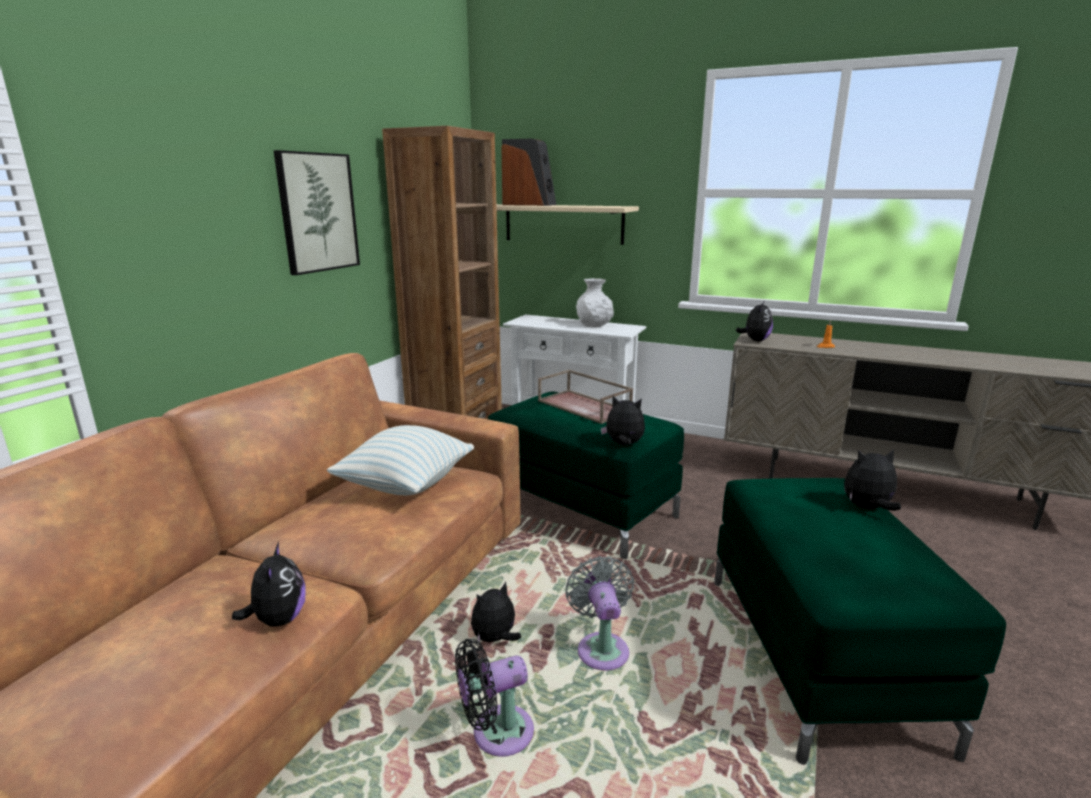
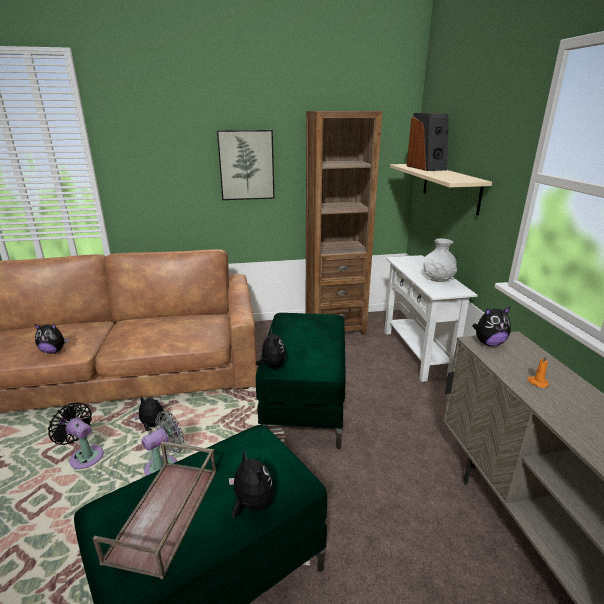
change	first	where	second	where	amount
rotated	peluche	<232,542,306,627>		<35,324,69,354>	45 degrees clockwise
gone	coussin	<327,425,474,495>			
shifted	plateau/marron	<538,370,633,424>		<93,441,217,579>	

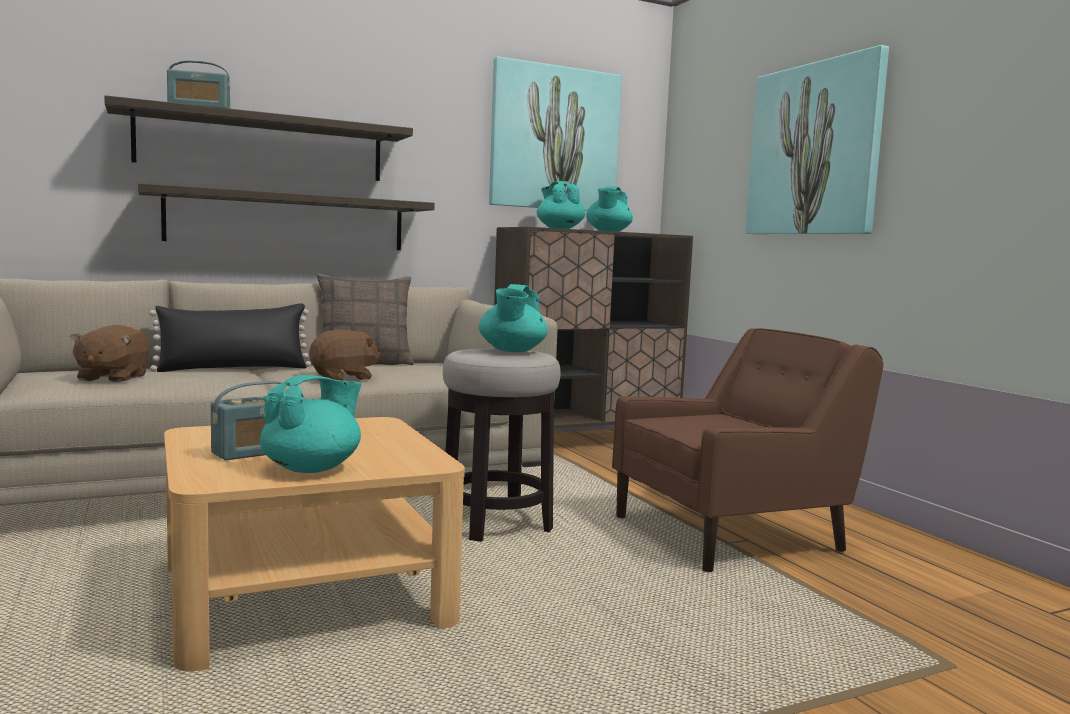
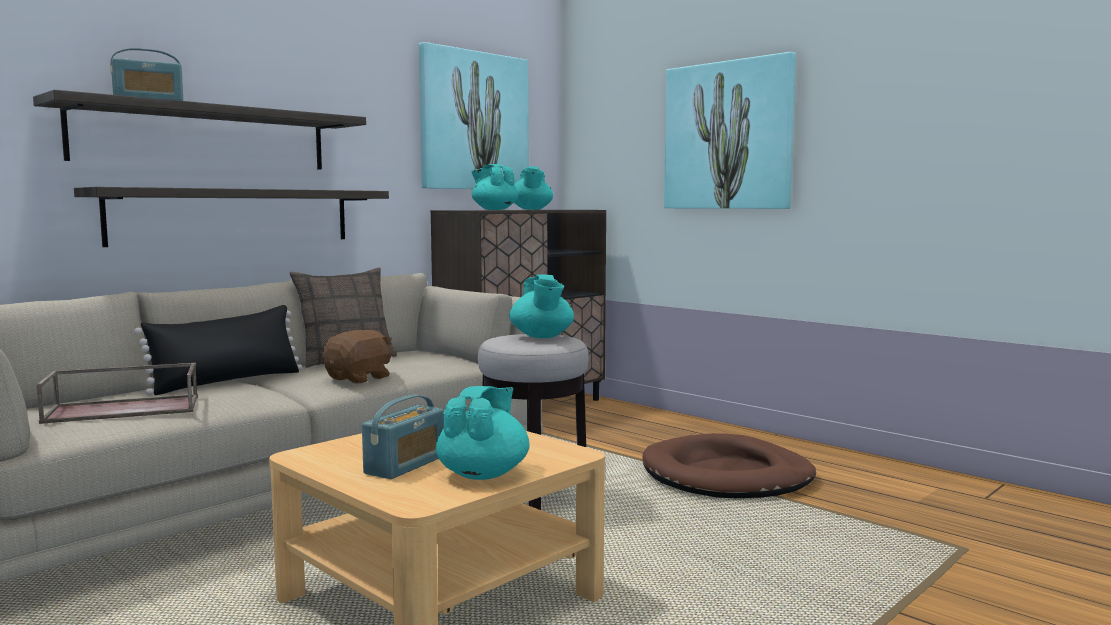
change	first	where	second	where	amount
swapped	peluche/marron	<70,325,149,383>	plateau/marron	<37,363,198,424>	
swapped	fauteuil/marron	<612,328,883,572>	panier pour chien/marron	<642,433,816,498>	

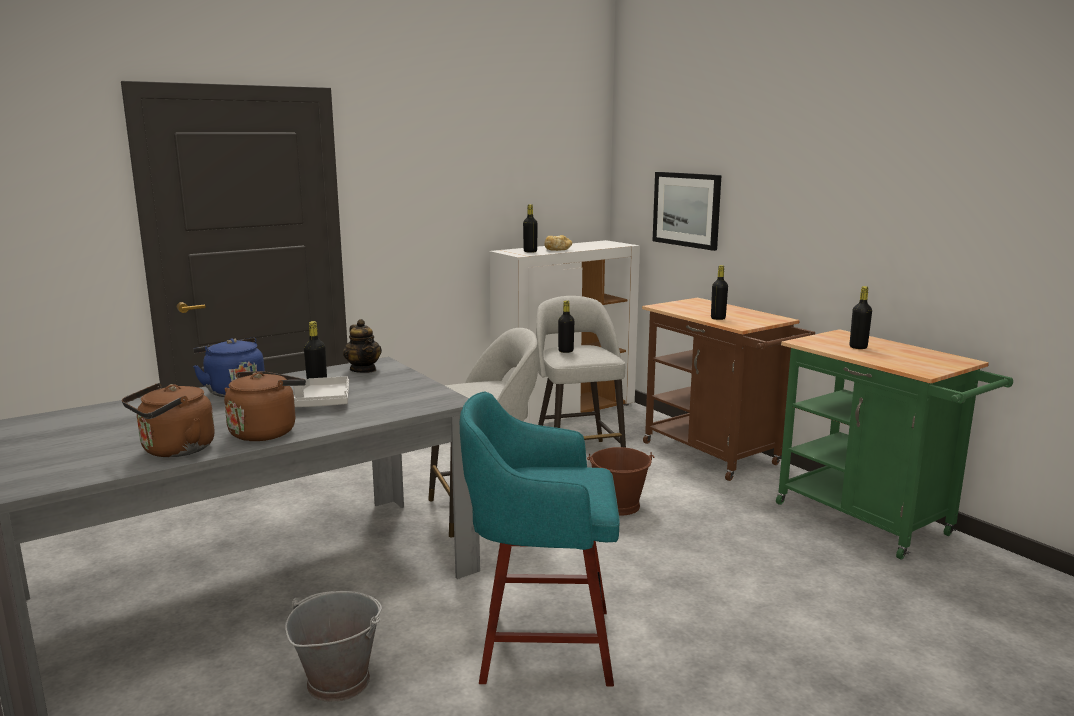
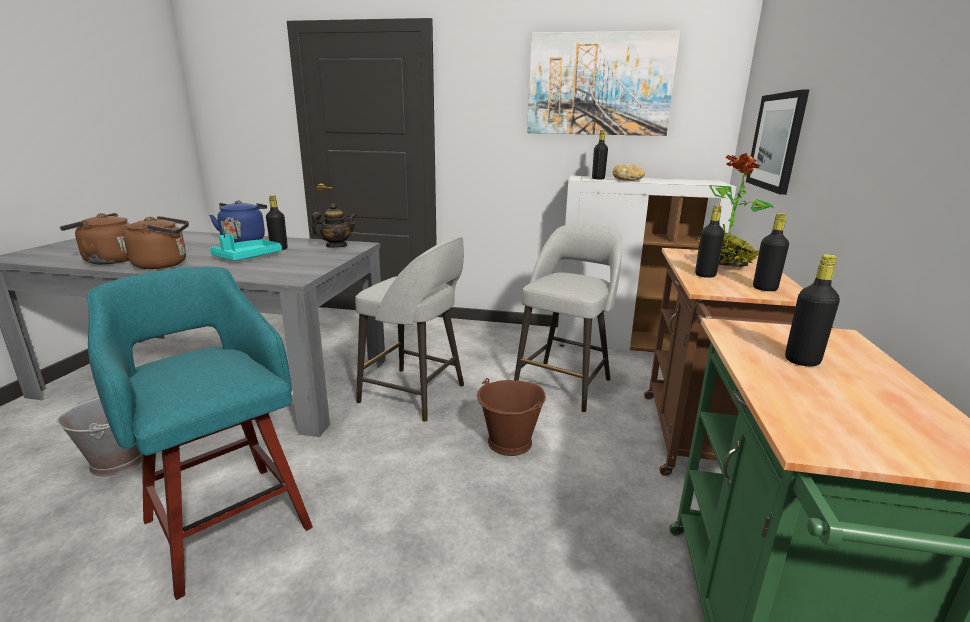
change	first	where	second	where	amount
repainted	plateau/gris	<293,376,349,407>	plateau/turquoise	<210,234,282,261>	
rotated	théière	<343,319,382,373>		<310,203,357,248>	135 degrees counterclockwise
shifted	bouteille/noir	<558,300,574,353>		<753,213,789,291>	
new			tableau	<527,30,680,136>	
new			plante en pot	<697,153,774,267>	

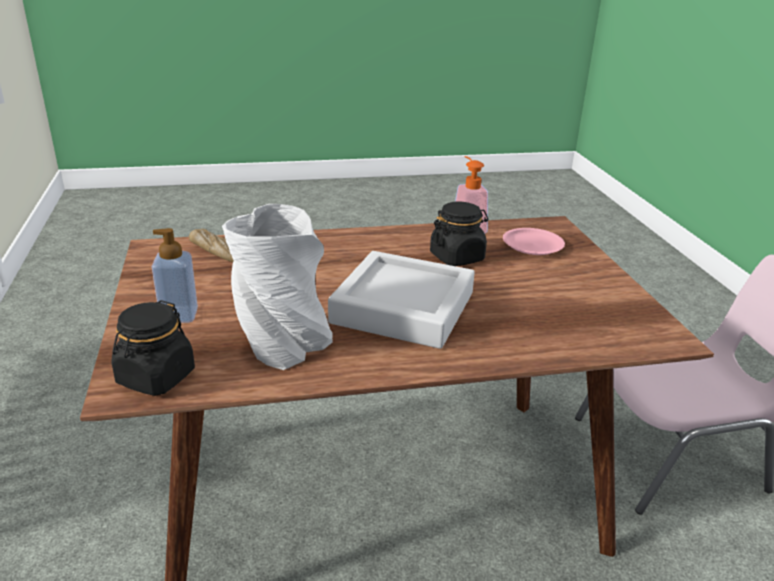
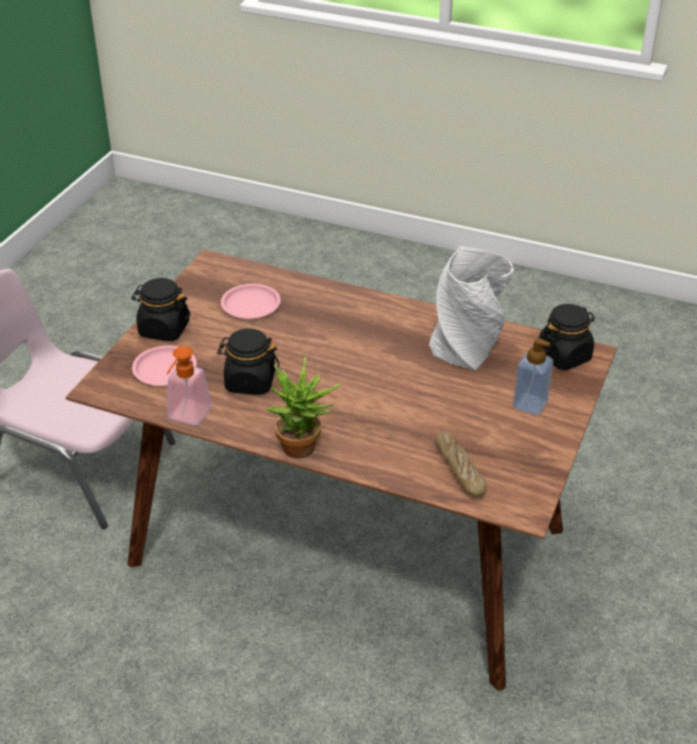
change	first	where	second	where	amount
gone	plateau/gris	<328,251,475,349>			
new			bocal/noir	<131,278,190,341>	
new			assiette/rose	<221,284,281,318>	
new			plante en pot	<267,357,342,458>	

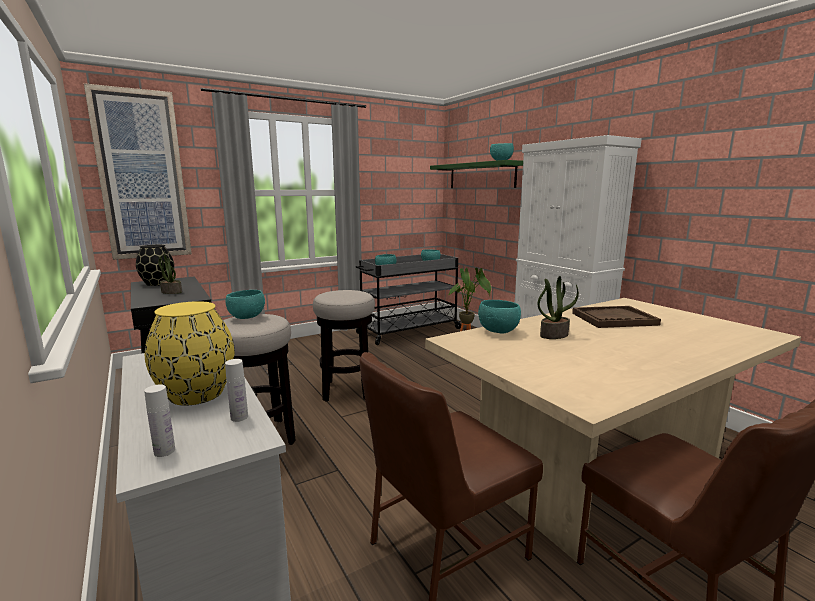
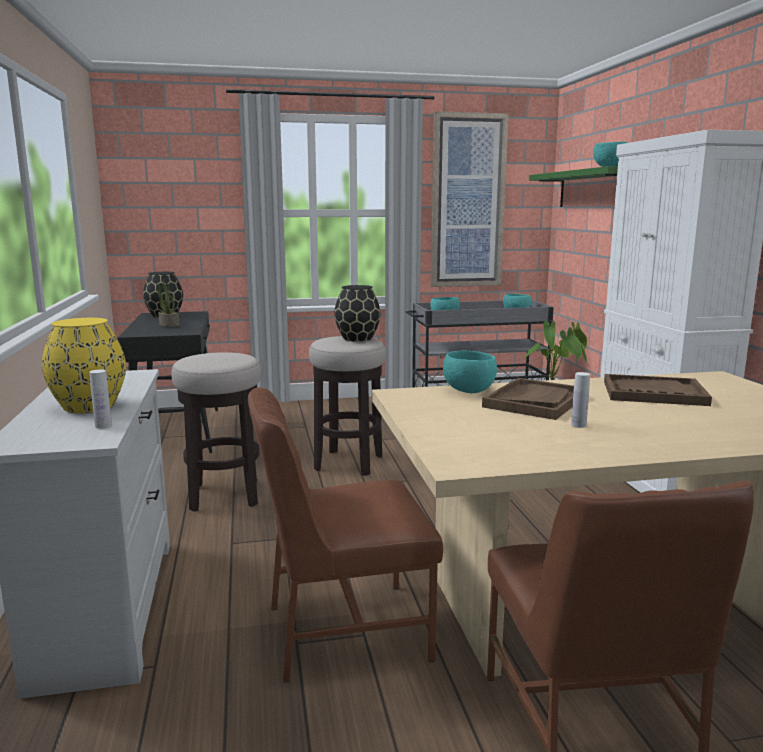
change	first	where	second	where	amount
shifted	tableau	<84,83,192,260>		<431,111,509,287>	
shifted	bouteille/blanc	<144,385,175,457>		<571,372,590,428>	
gone	bol/turquoise	<226,290,265,319>			
swapped	plante en pot	<537,276,579,339>	plateau/marron	<482,378,574,420>	
new			vase/noir	<334,285,381,342>	

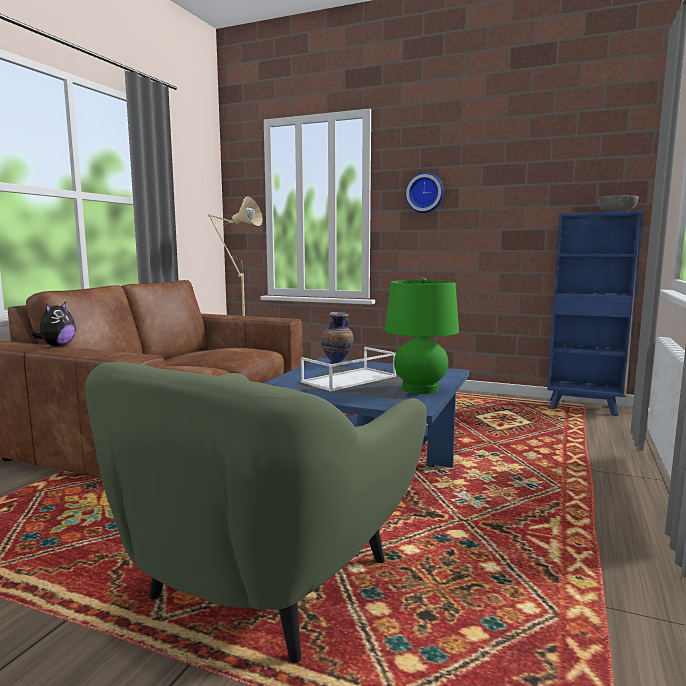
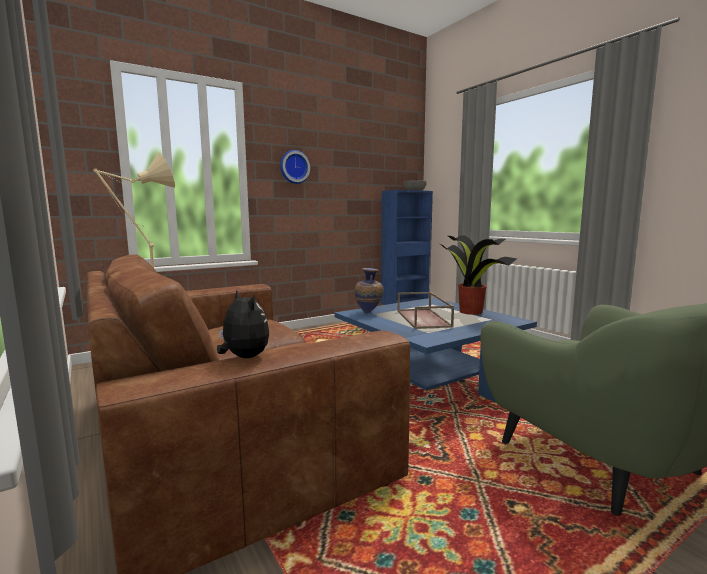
change	first	where	second	where	amount
repainted	plateau/blanc	<301,347,396,391>	plateau/marron	<397,292,454,329>	
swapped	lampe de table/vert	<385,277,459,394>	plante en pot	<440,235,517,315>	

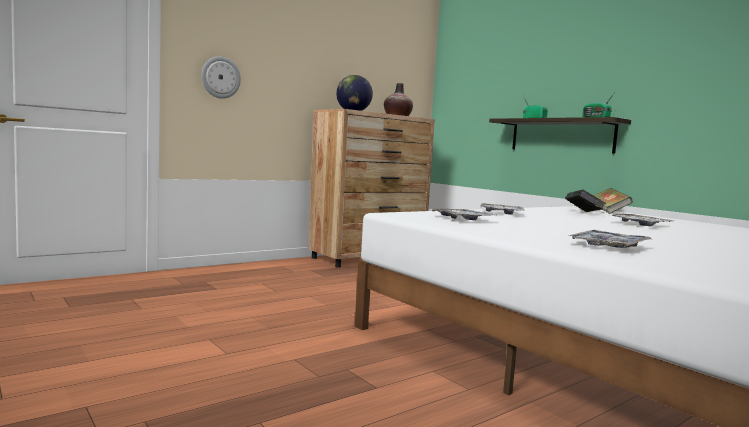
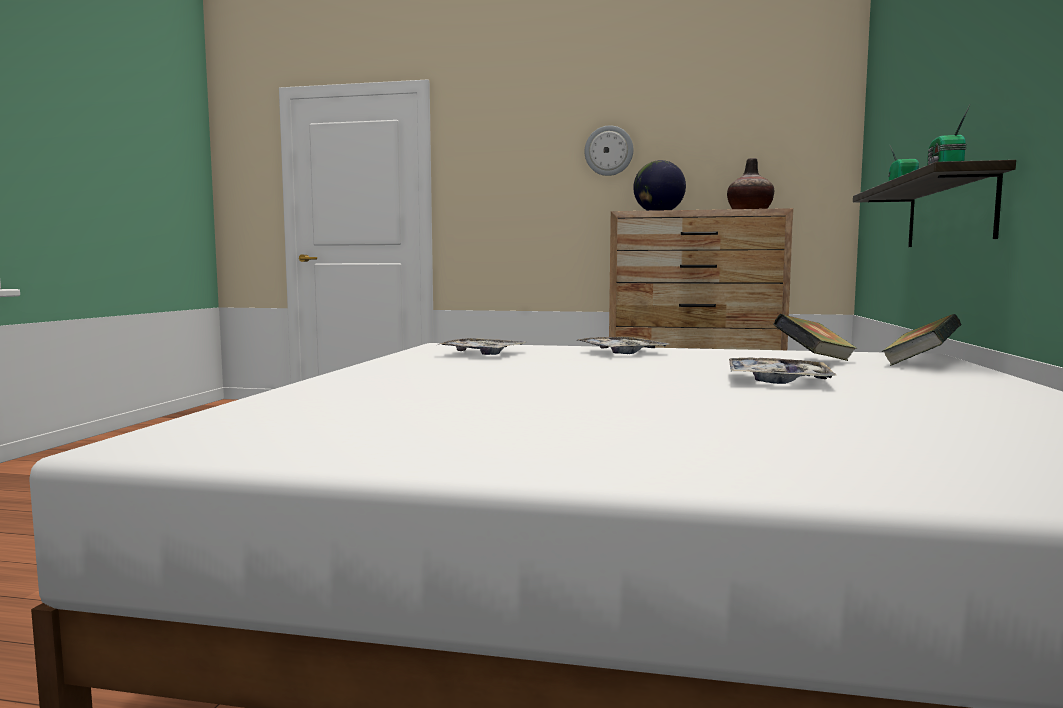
change	first	where	second	where	amount
shifted	horloge murale	<201,56,241,99>		<585,125,633,176>	
gone	plateau	<567,230,651,248>			

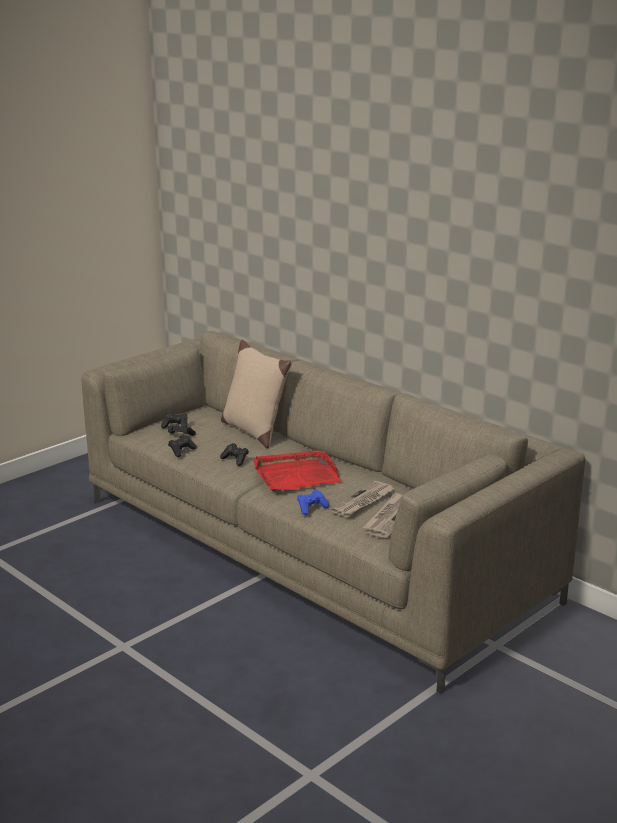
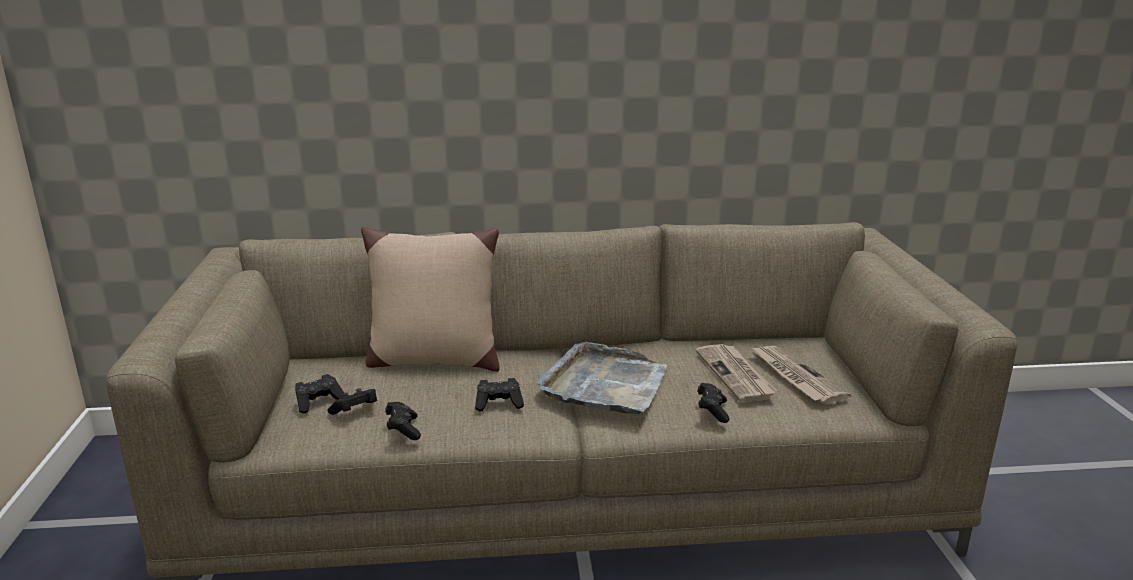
change	first	where	second	where	amount
repainted	plateau/rouge	<253,450,342,491>	plateau/gris	<536,342,667,415>	
repainted	manette/bleu	<297,490,329,515>	manette/noir	<698,383,730,423>	

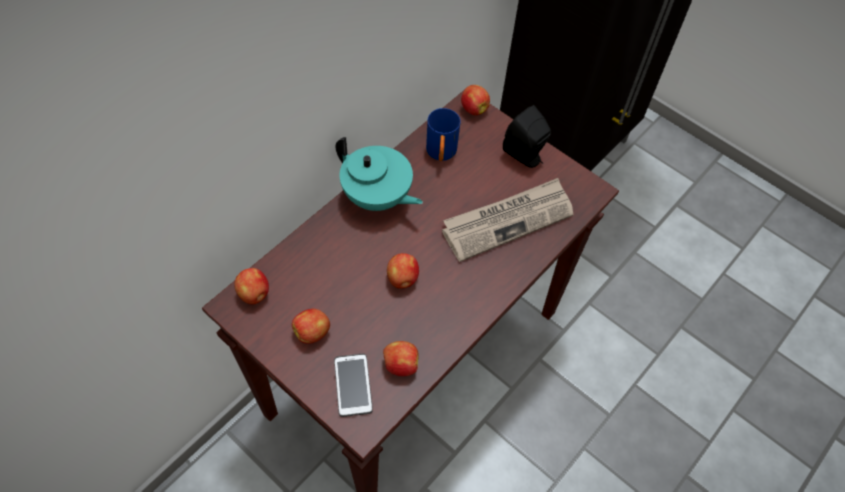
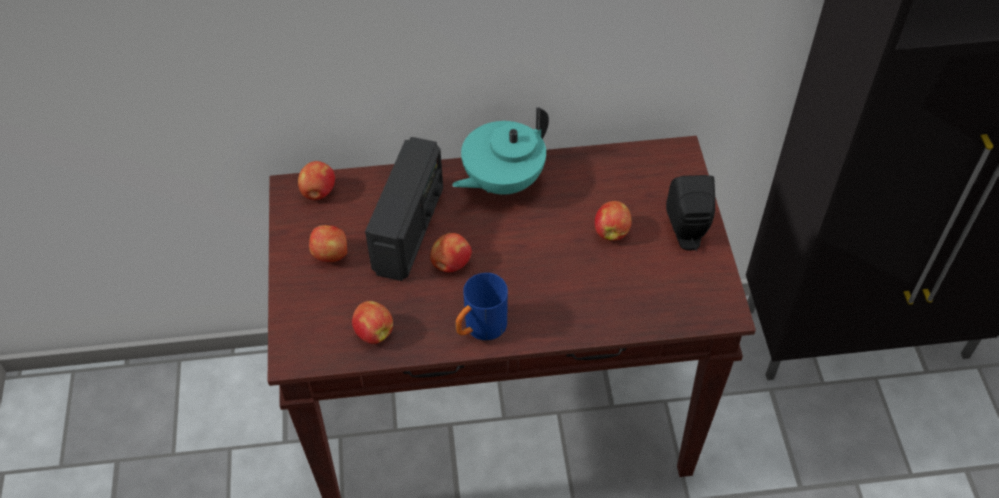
change	first	where	second	where	amount
gone	téléphone	<334,354,373,417>			
rotated	théière/turquoise	<336,137,423,211>		<452,107,549,195>	60 degrees clockwise
shifted	mug/bleu	<426,108,461,161>		<455,273,508,340>	
gone	journal	<442,178,574,262>			
shifted	pomme	<461,85,490,115>		<595,201,632,241>	
new			radio	<365,137,443,281>	

